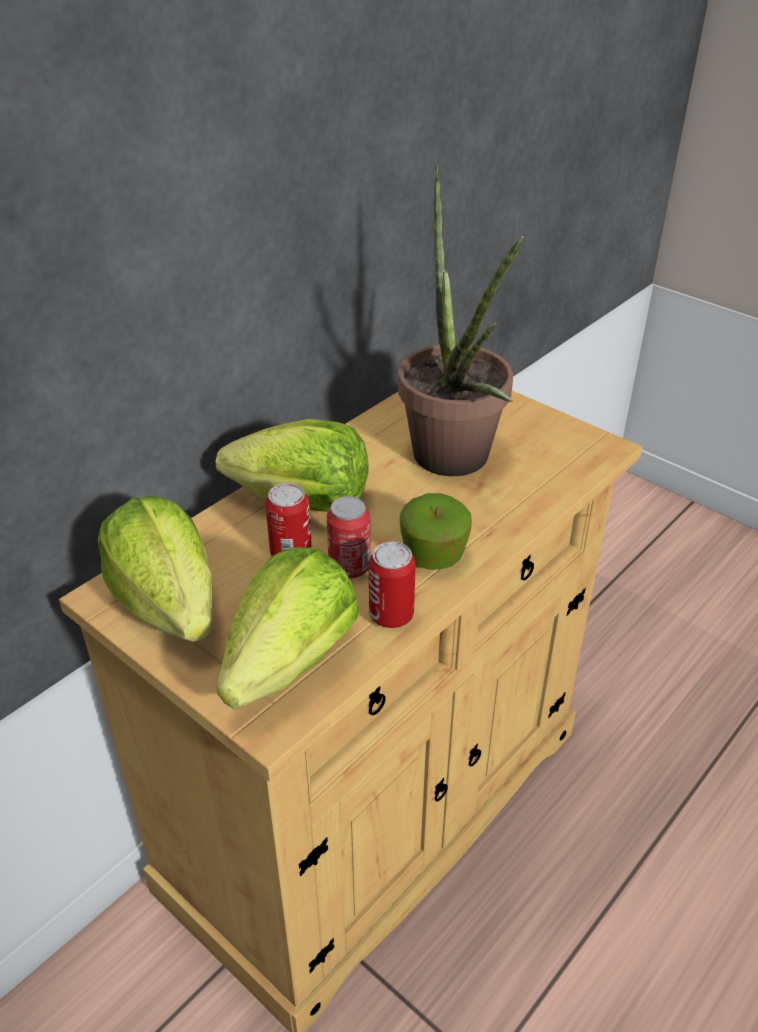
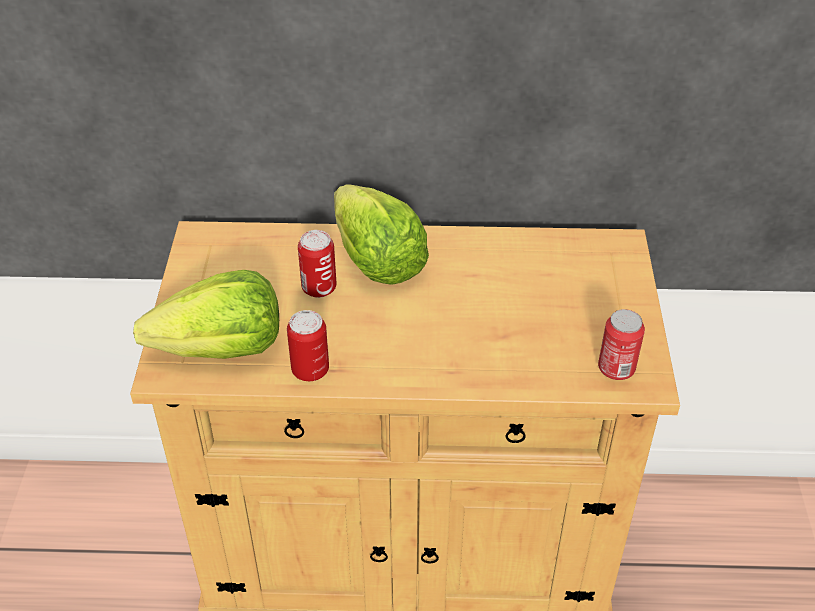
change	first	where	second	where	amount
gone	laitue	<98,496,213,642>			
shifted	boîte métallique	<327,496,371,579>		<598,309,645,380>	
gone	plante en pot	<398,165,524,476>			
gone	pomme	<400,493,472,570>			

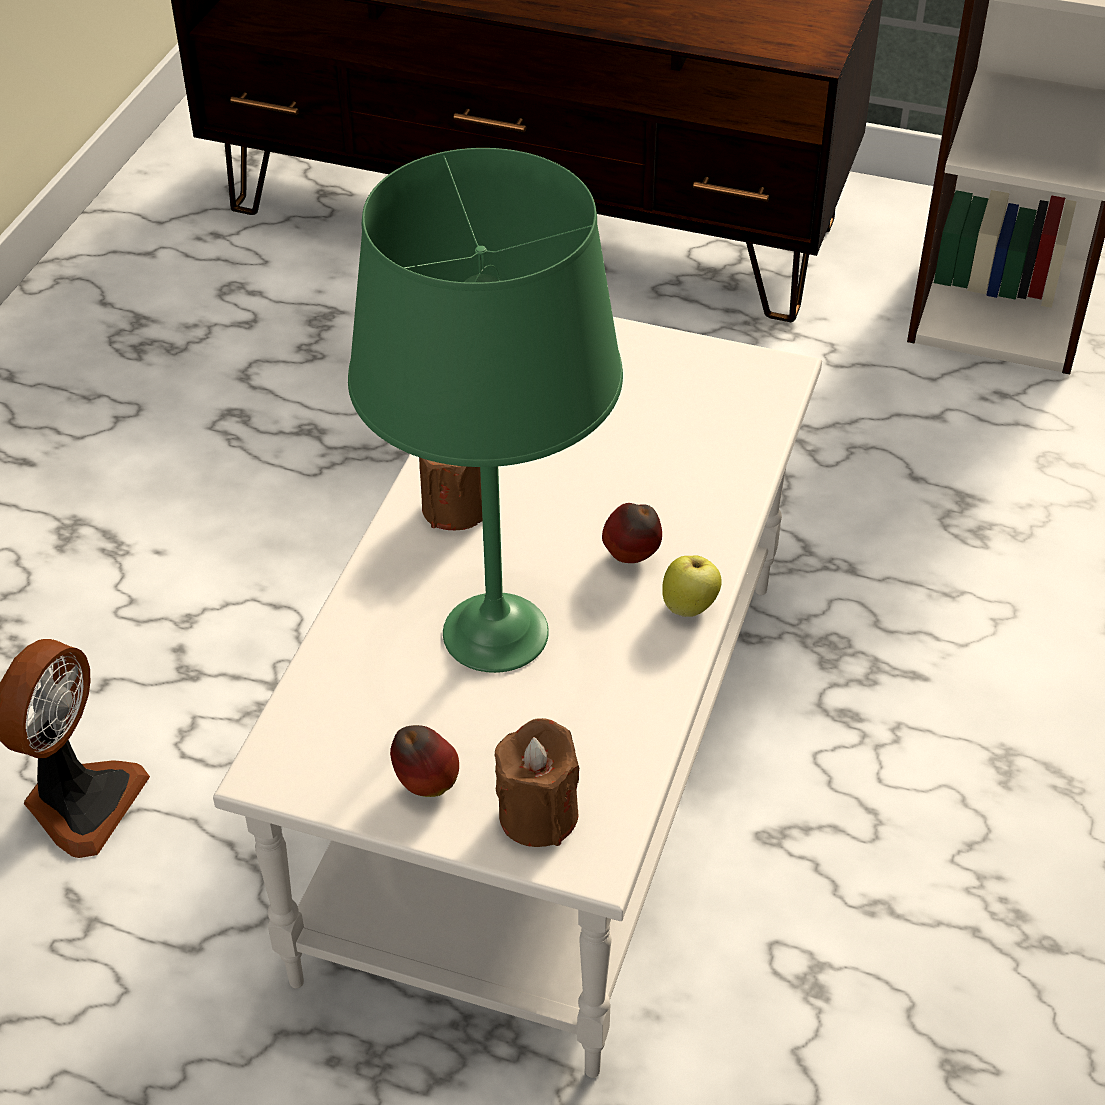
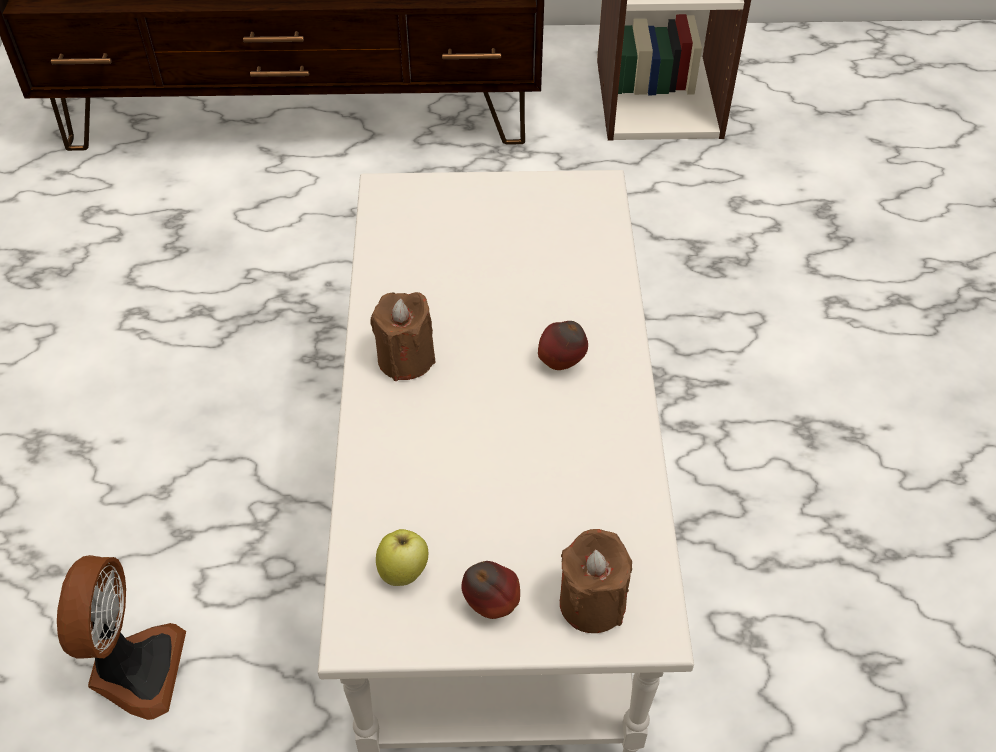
change	first	where	second	where	amount
gone	lampe de table/vert	<348,148,623,673>			
shifted	pomme	<662,555,721,617>		<376,529,428,586>	

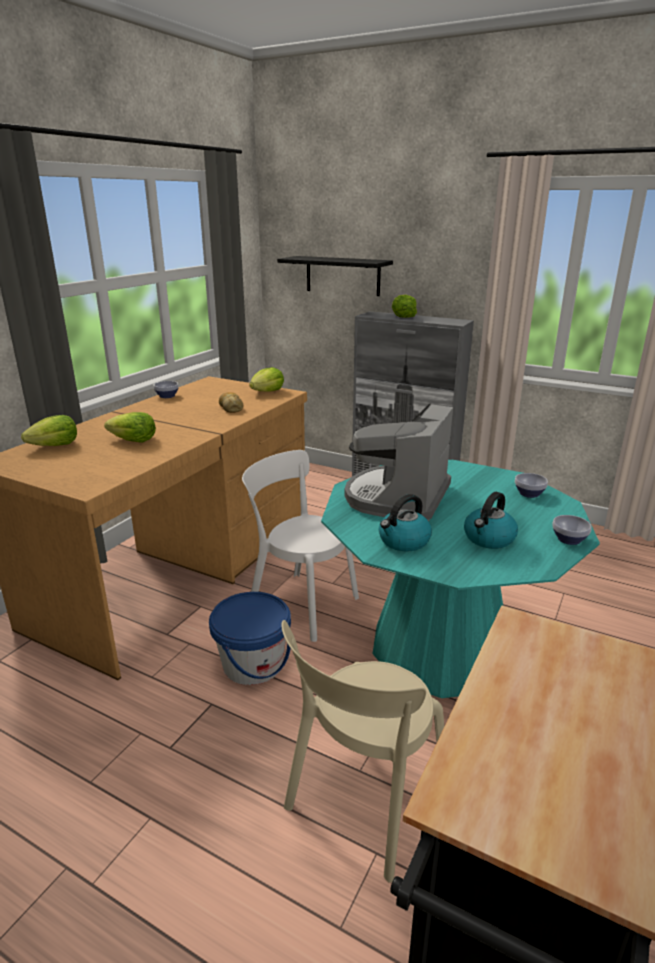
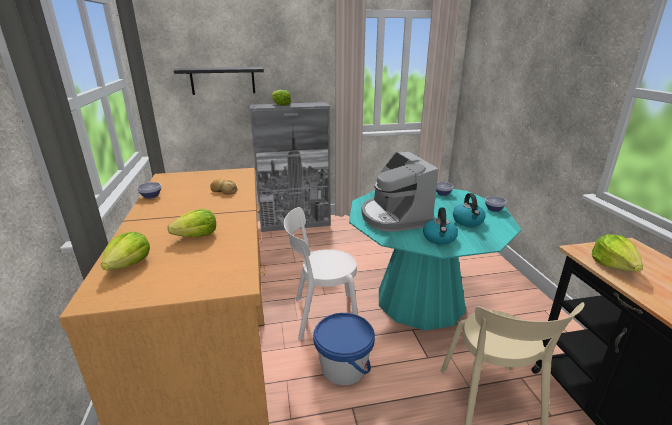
change	first	where	second	where	amount
shifted	laitue	<249,367,284,392>		<592,234,643,272>	

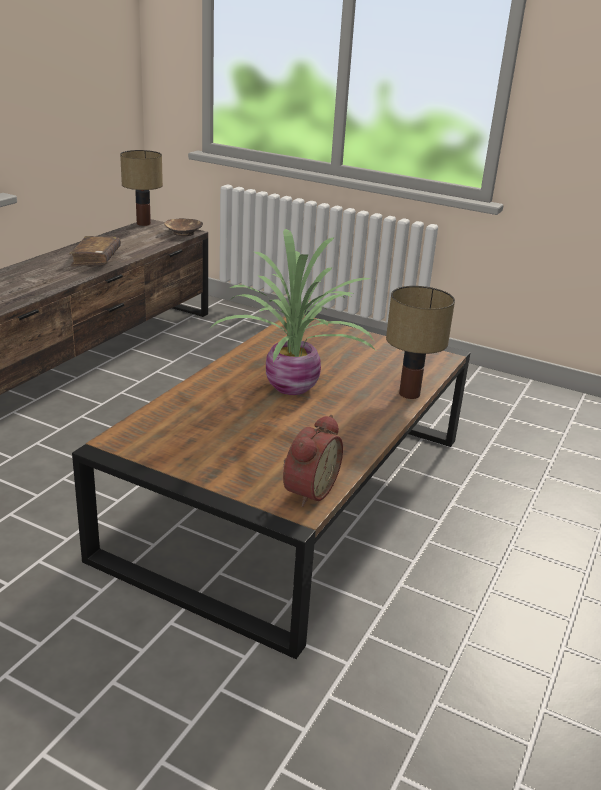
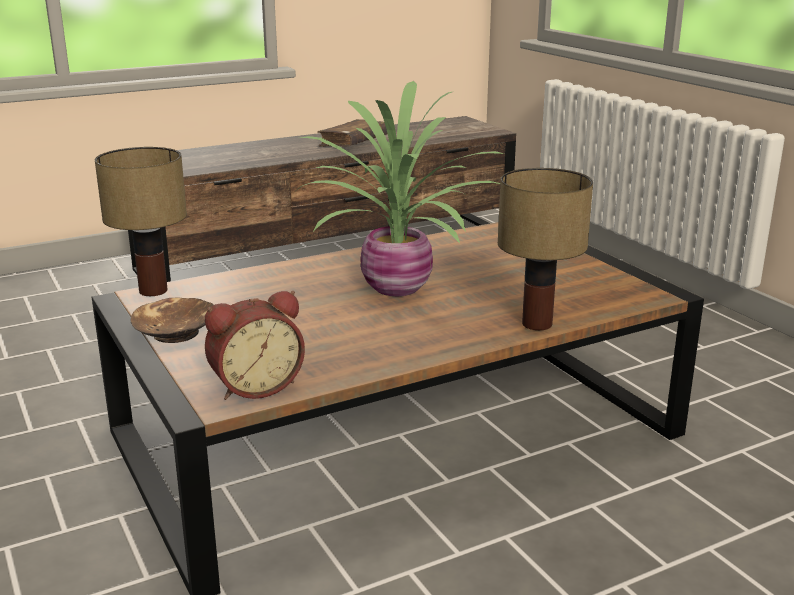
change	first	where	second	where	amount
shifted	lampe de table	<120,150,163,226>		<95,147,187,296>	
shifted	bol/marron	<164,218,203,236>		<131,298,214,343>	

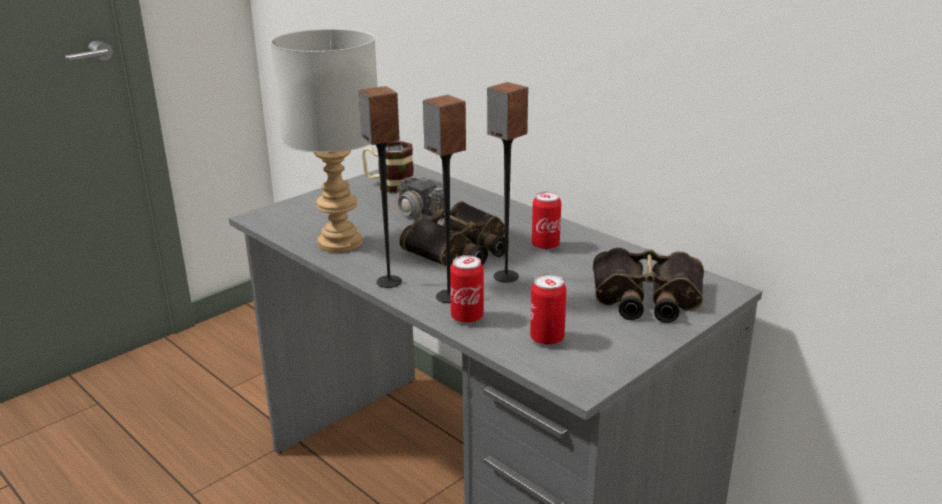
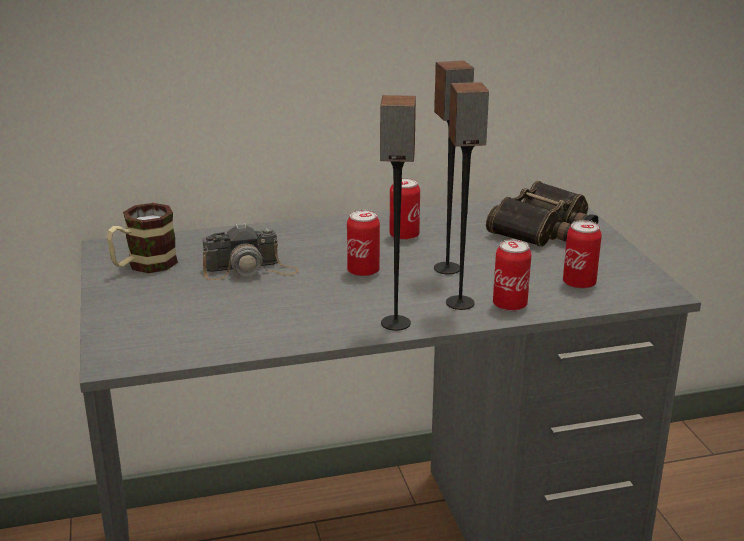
change	first	where	second	where	amount
gone	lampe de table/gris	<271,29,378,253>			
swapped	jumelles	<399,201,509,266>	boîte métallique	<347,210,380,277>	

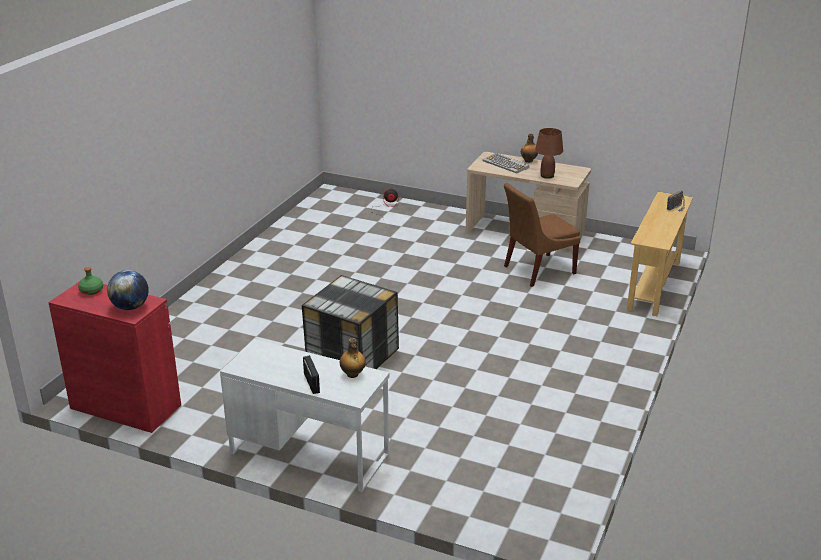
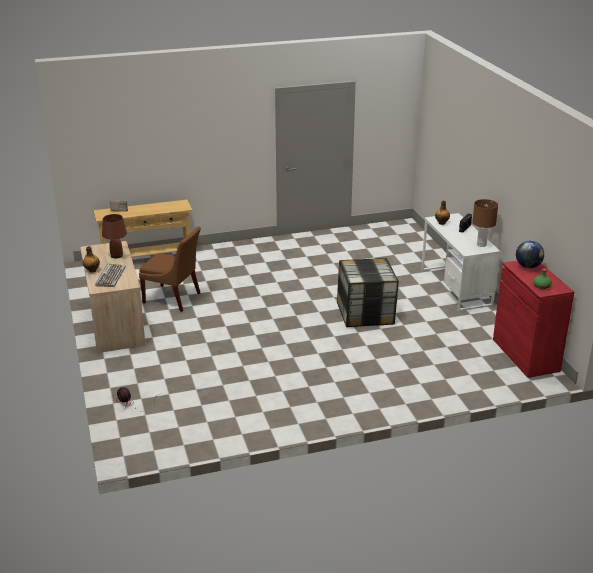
change	first	where	second	where	amount
new			lampe de table/marron	<472,199,498,247>	

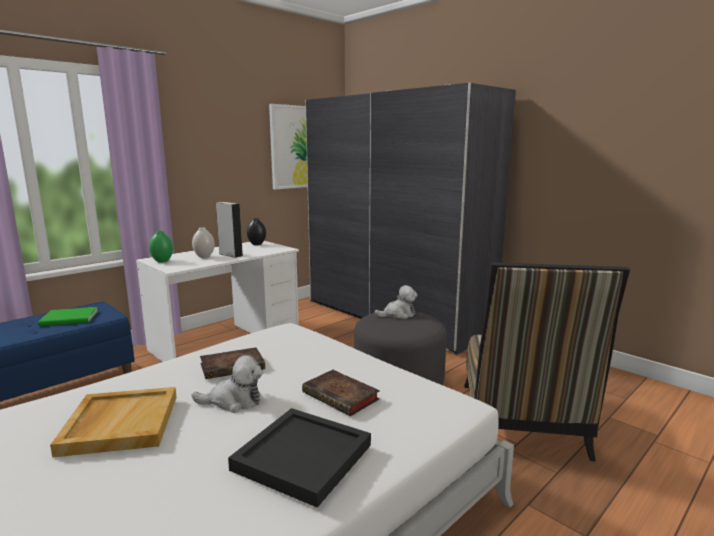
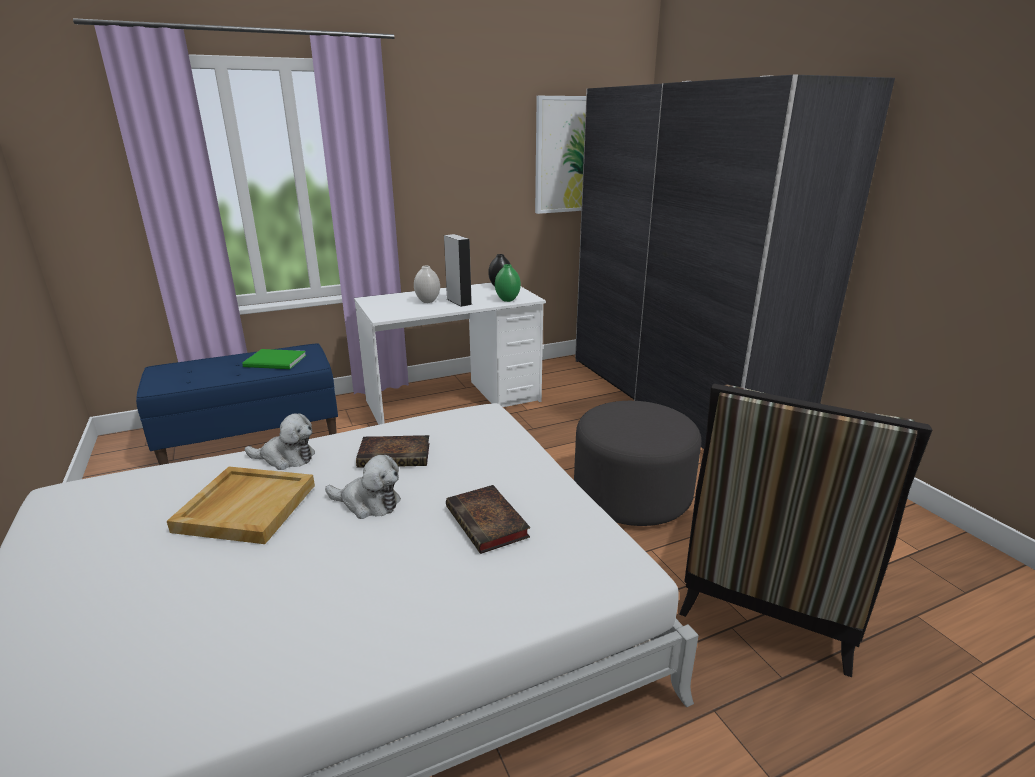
change	first	where	second	where	amount
shifted	vase/vert	<149,231,173,262>		<495,264,521,302>	
gone	plateau/noir	<228,408,371,508>			
shifted	peluche	<374,285,418,319>		<245,413,315,470>	

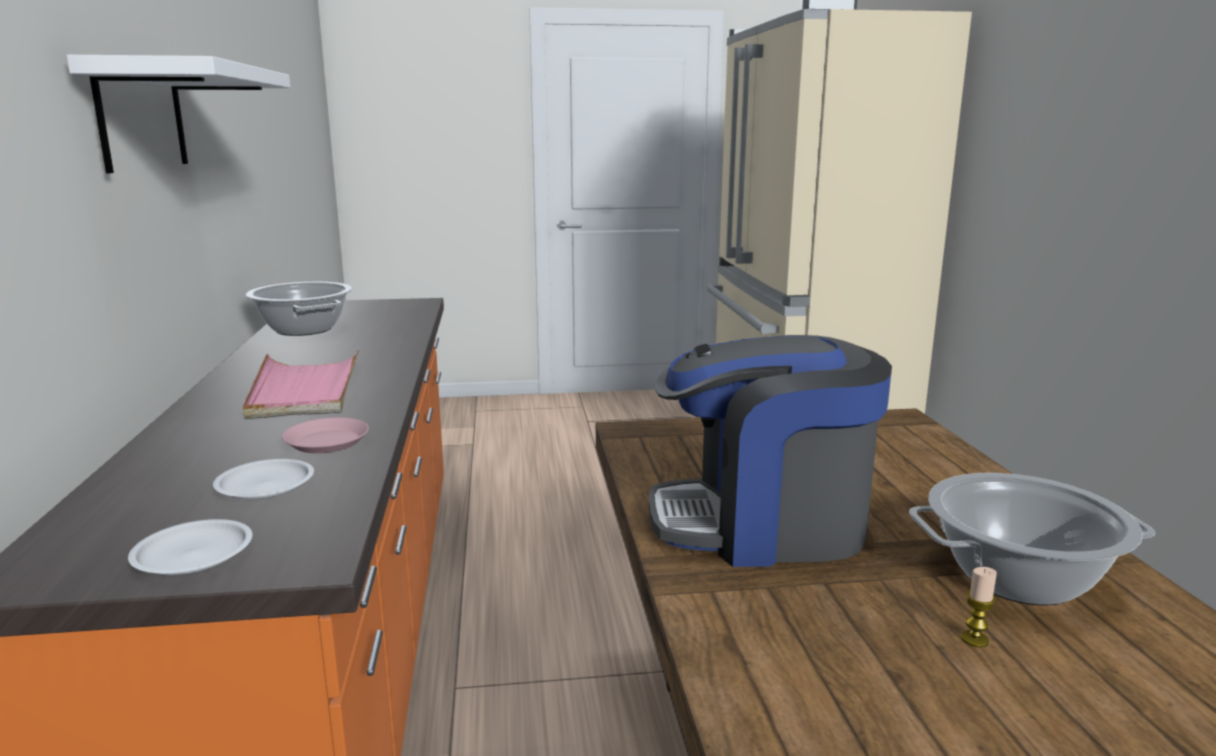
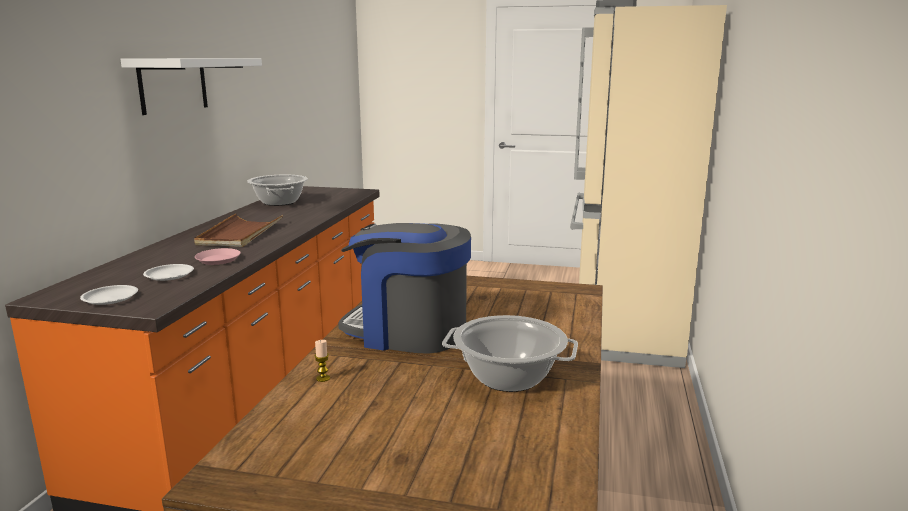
change	first	where	second	where	amount
repainted	plateau/rose	<243,349,360,419>	plateau/marron	<194,213,283,247>	
shifted	bougie	<961,567,997,647>		<314,340,330,382>	

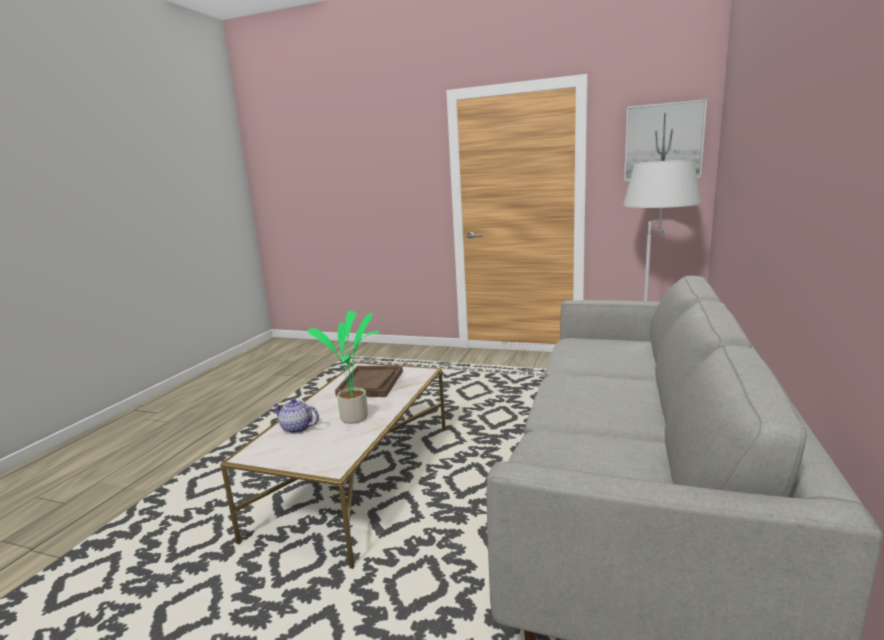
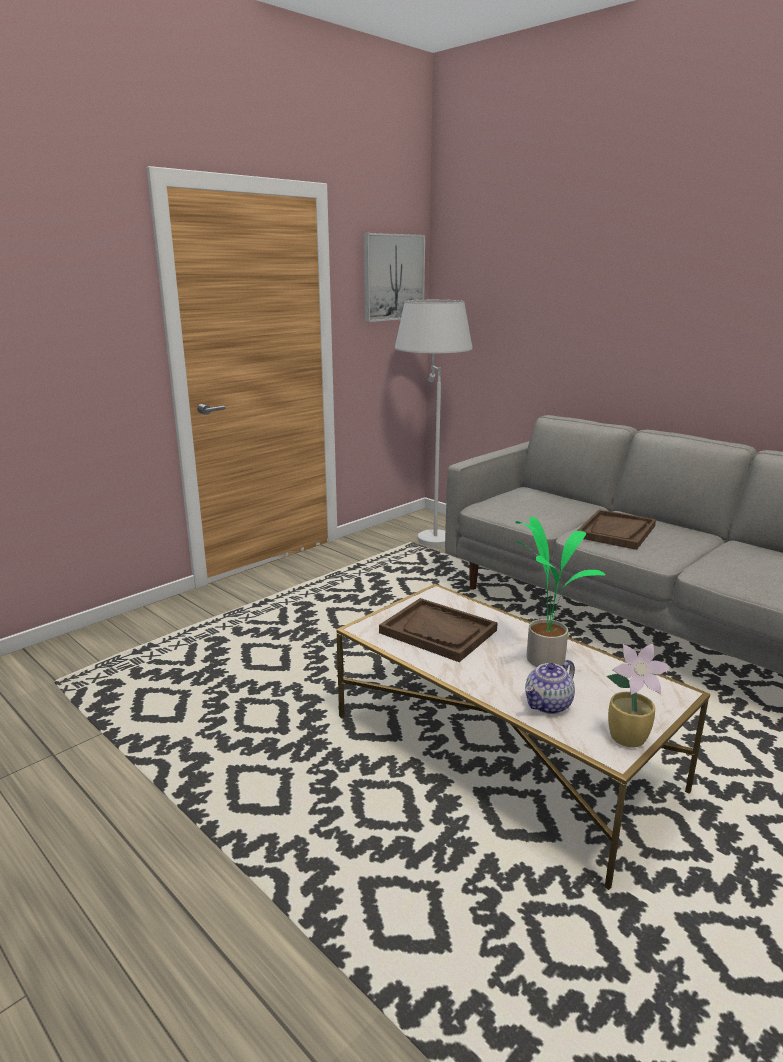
change	first	where	second	where	amount
new			plateau/marron	<577,509,656,550>	
new			plante en pot	<606,644,671,747>	

